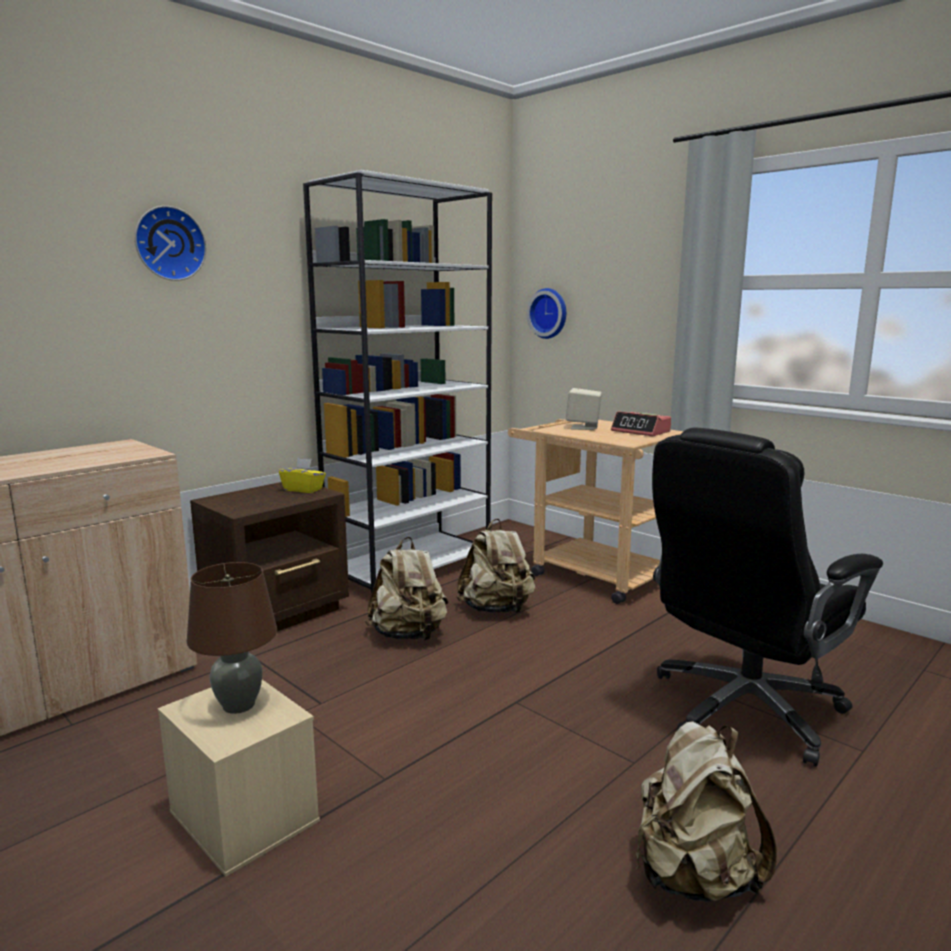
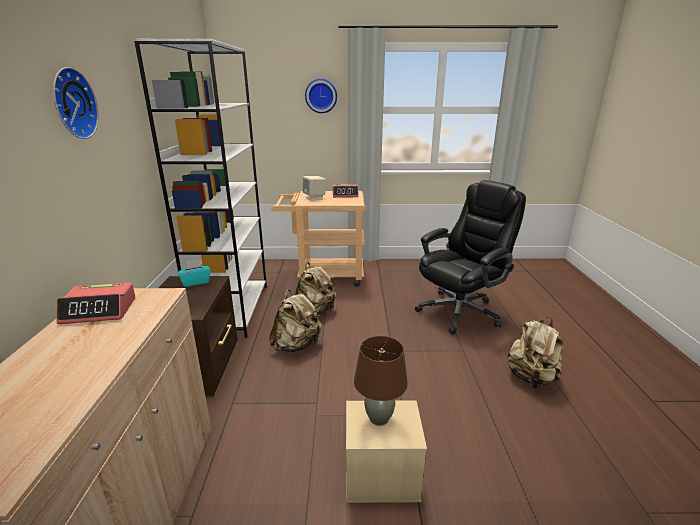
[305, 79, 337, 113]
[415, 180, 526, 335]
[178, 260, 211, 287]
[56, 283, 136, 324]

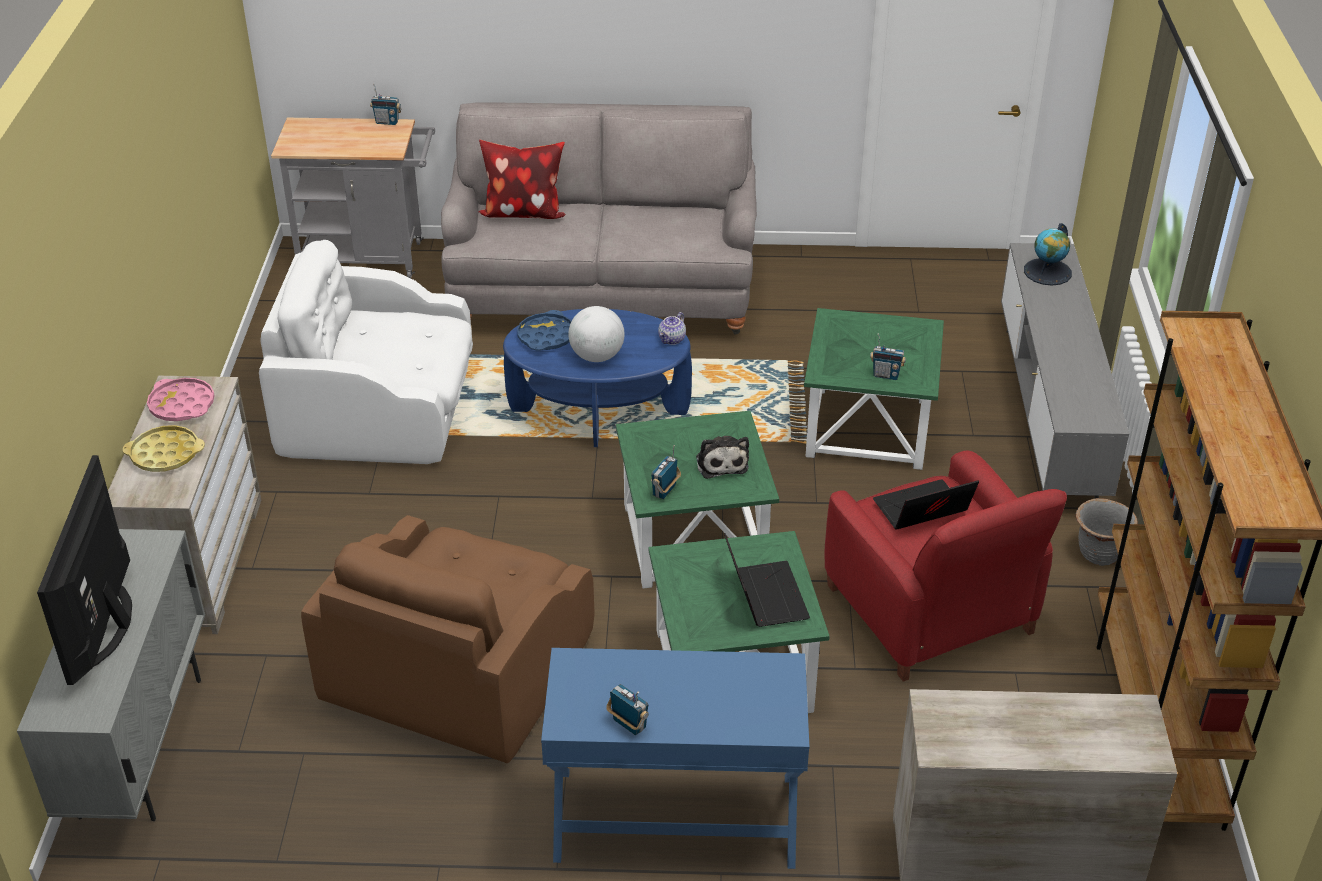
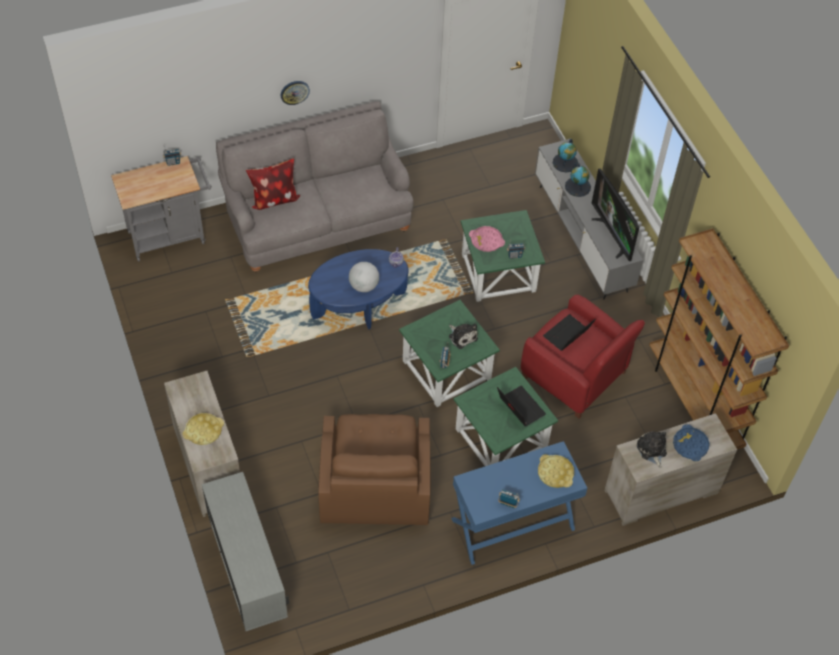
[259, 240, 473, 464] (first image)
[673, 424, 710, 461]
[469, 226, 505, 252]
[591, 168, 639, 261]
[1076, 498, 1138, 566] (first image)
[281, 81, 310, 105]
[565, 163, 591, 197]
[637, 432, 667, 468]
[538, 454, 574, 488]

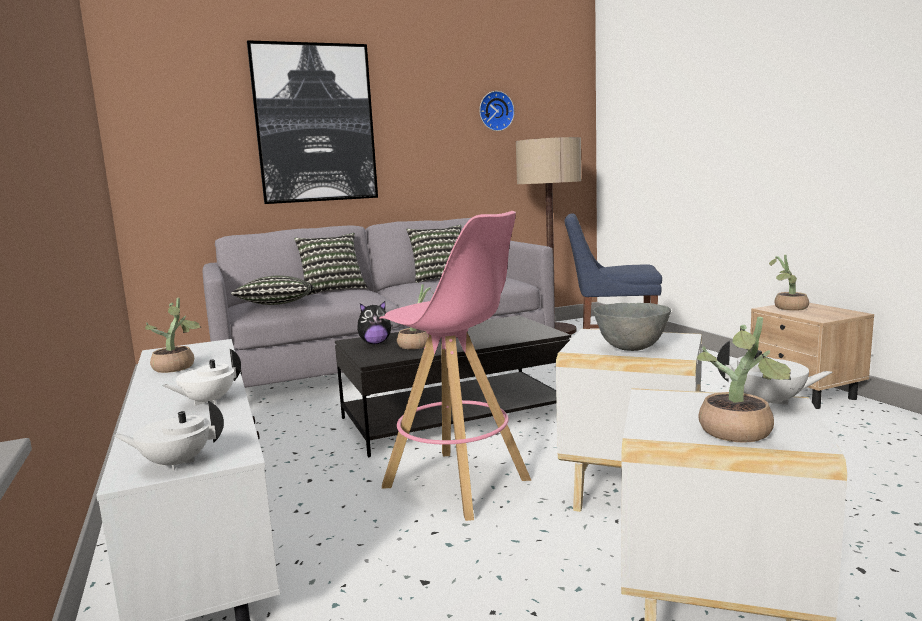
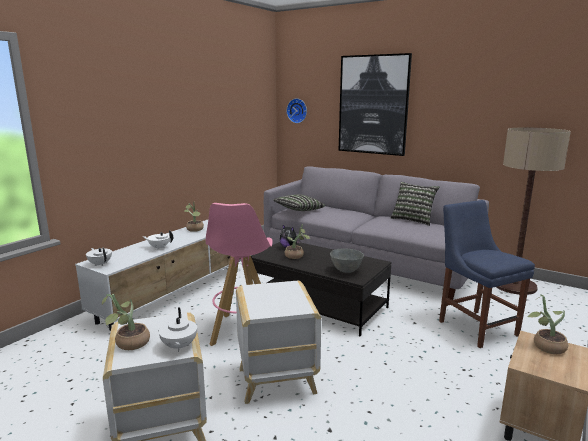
[287, 98, 307, 123]
[294, 233, 368, 296] (first image)
[330, 248, 364, 273]

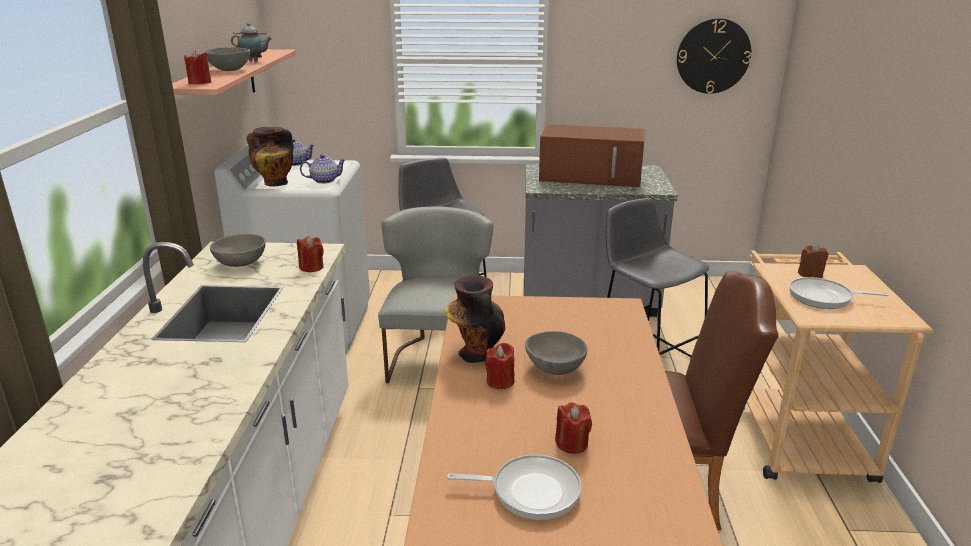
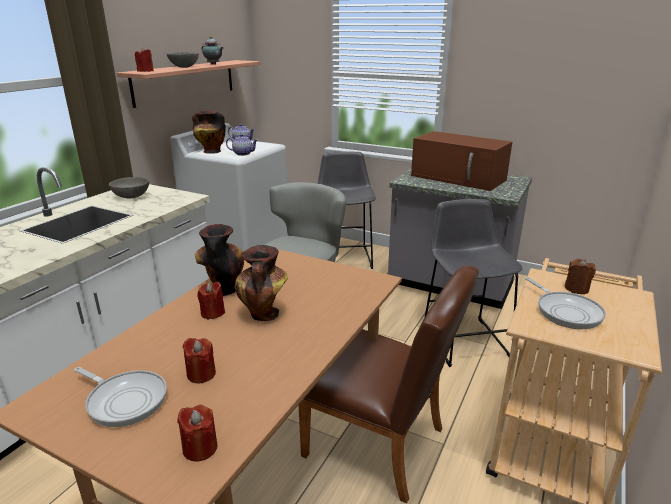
[677, 18, 751, 94] (first image)
[177, 405, 217, 461]
[525, 277, 606, 329]
[235, 245, 288, 321]

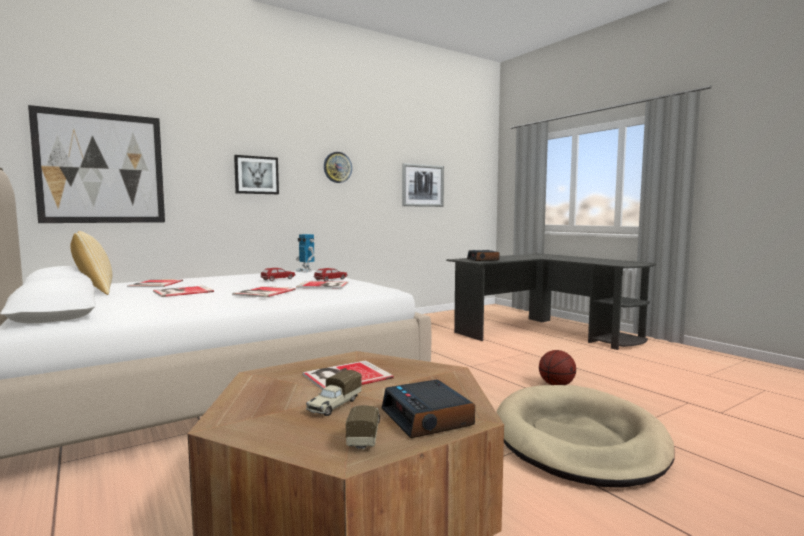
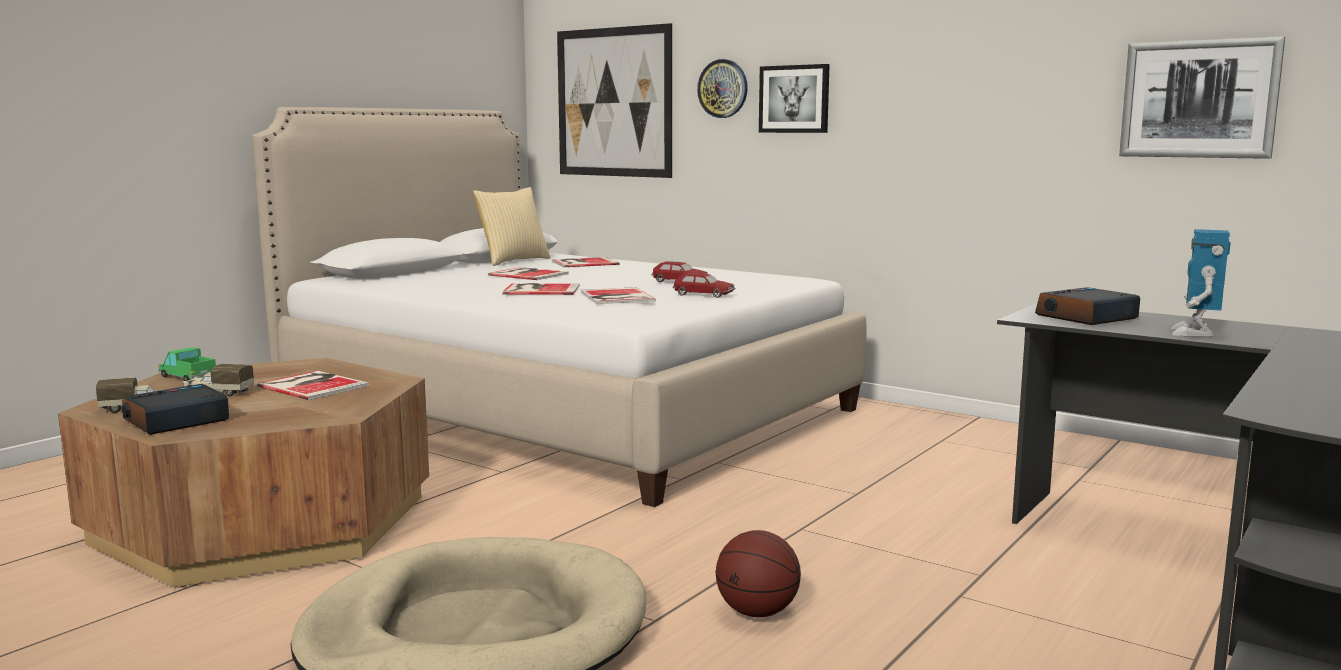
[697, 59, 748, 118]
[1171, 229, 1230, 336]
[158, 347, 216, 381]

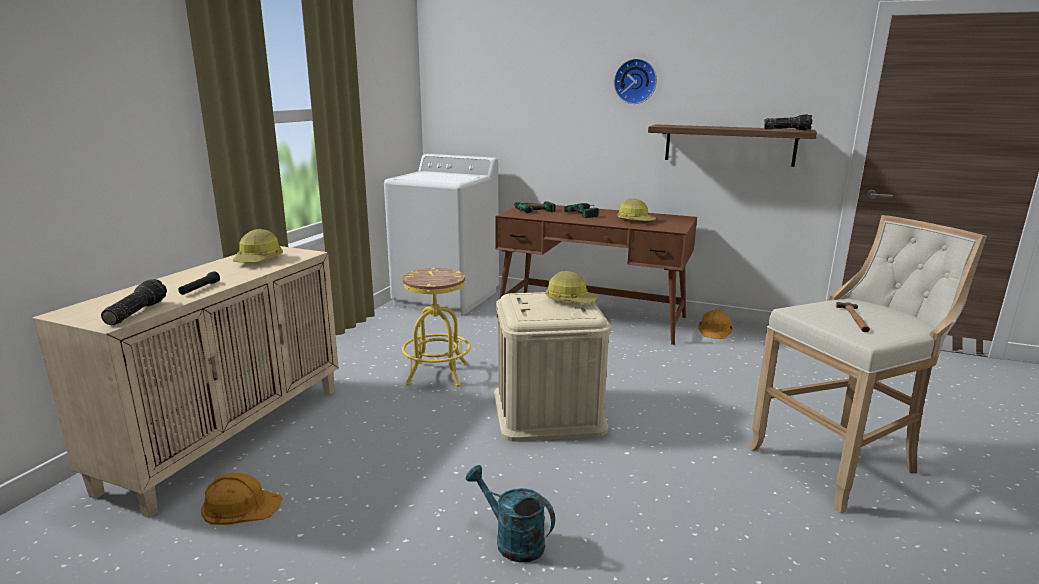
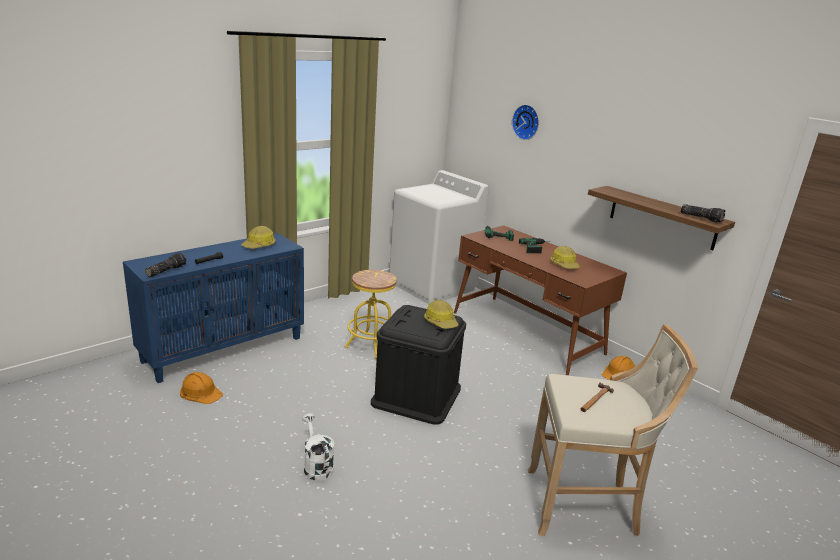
[512, 105, 539, 140]
[123, 233, 304, 383]
[371, 305, 466, 425]
[302, 414, 334, 481]

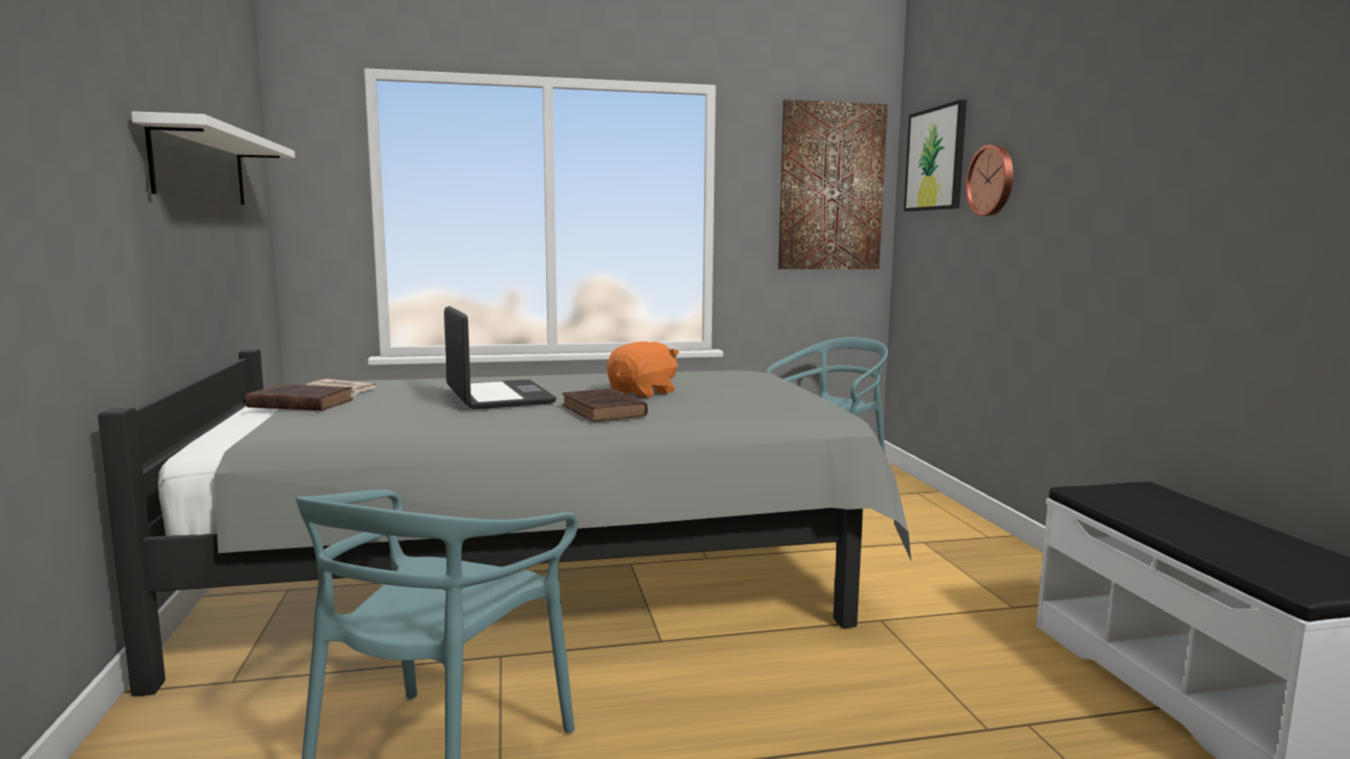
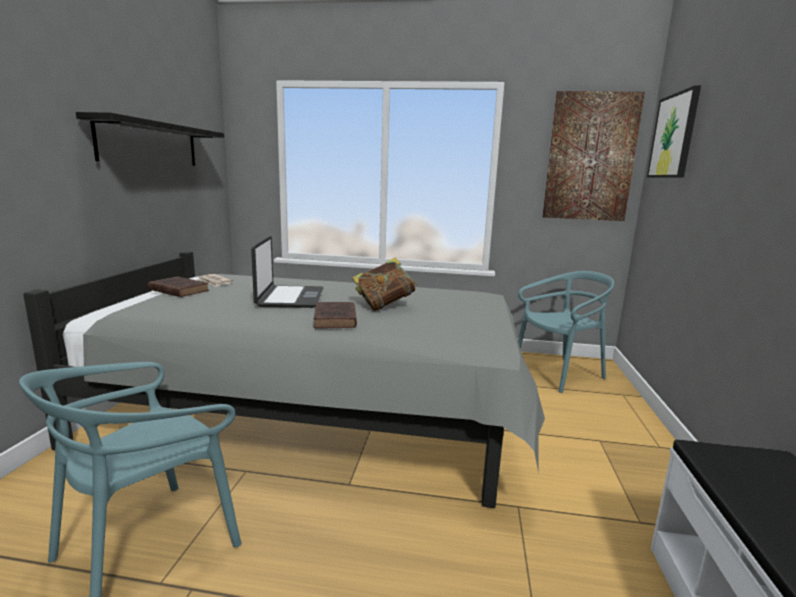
[76, 112, 224, 166]
[966, 145, 1013, 216] (first image)
[352, 257, 417, 311]

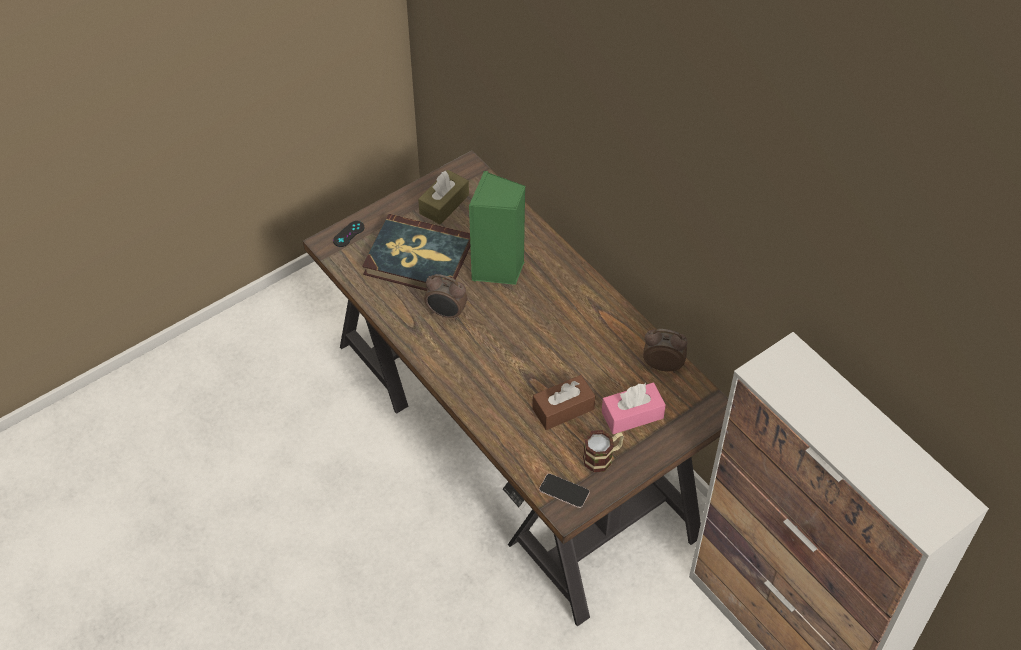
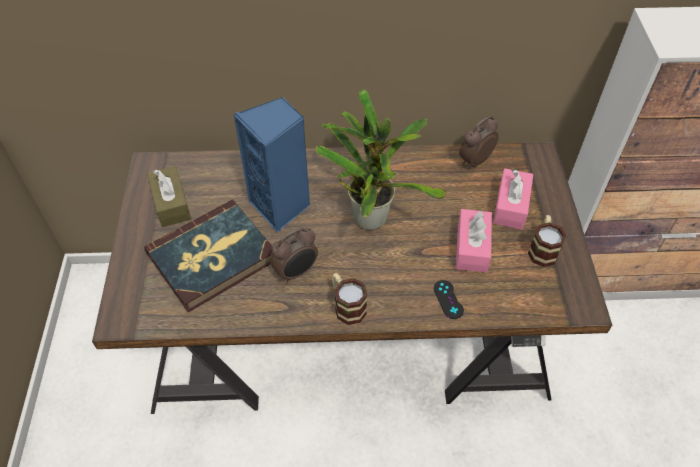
[234, 97, 310, 232]
[434, 280, 464, 319]
[456, 209, 492, 272]
[539, 473, 590, 508] (first image)
[315, 89, 447, 230]
[332, 273, 368, 325]

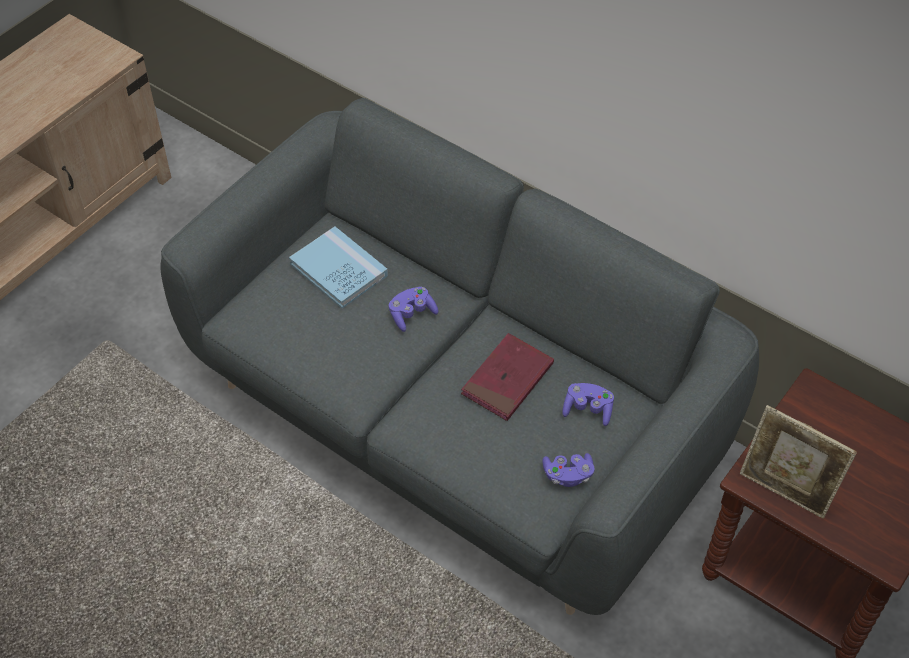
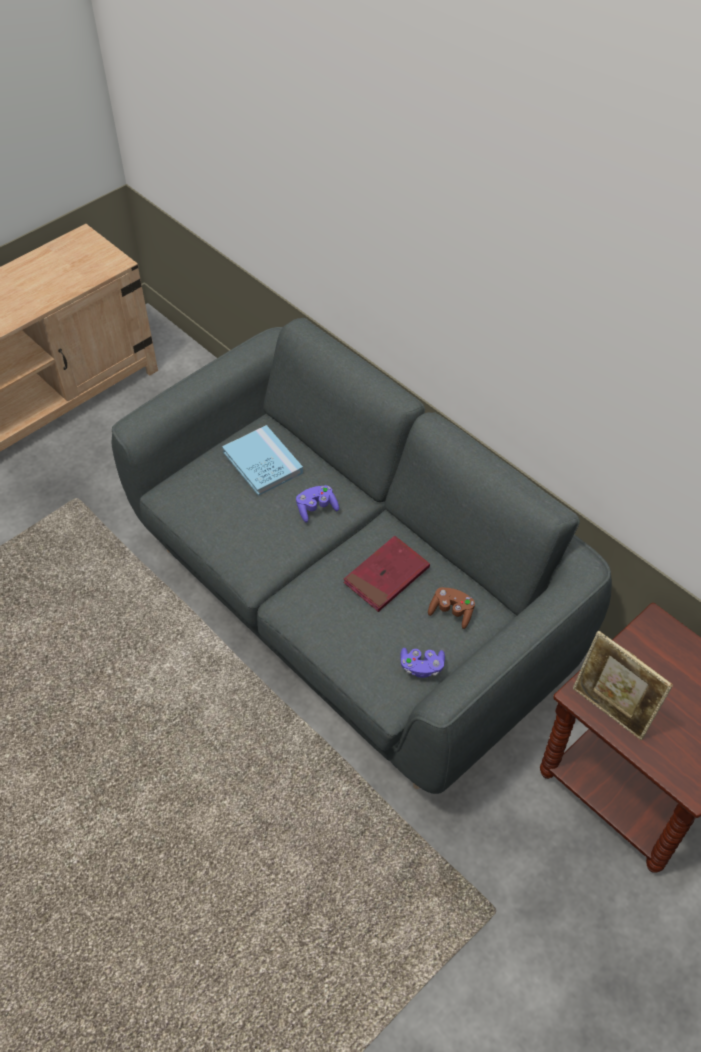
[428, 587, 475, 629]

